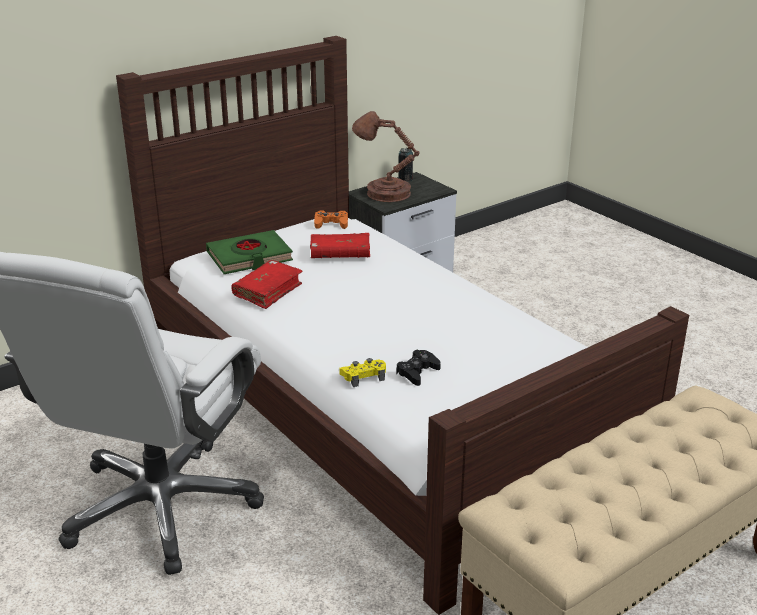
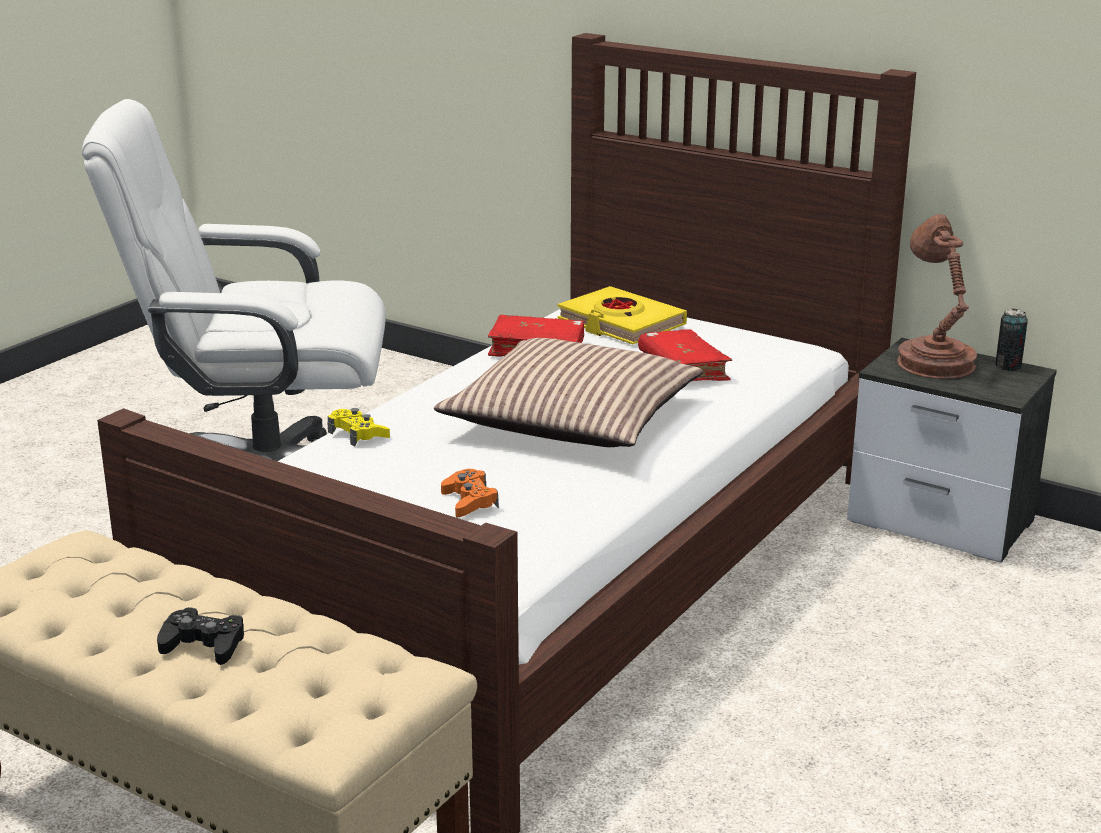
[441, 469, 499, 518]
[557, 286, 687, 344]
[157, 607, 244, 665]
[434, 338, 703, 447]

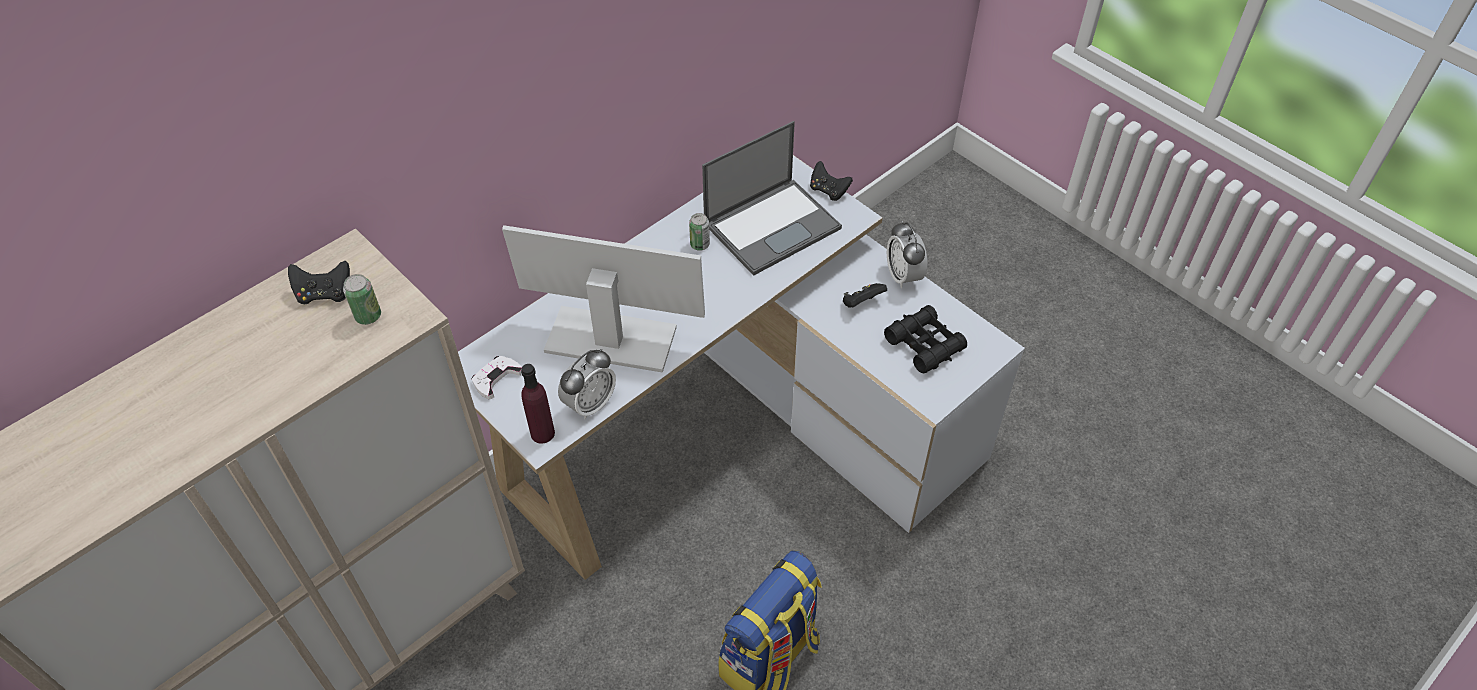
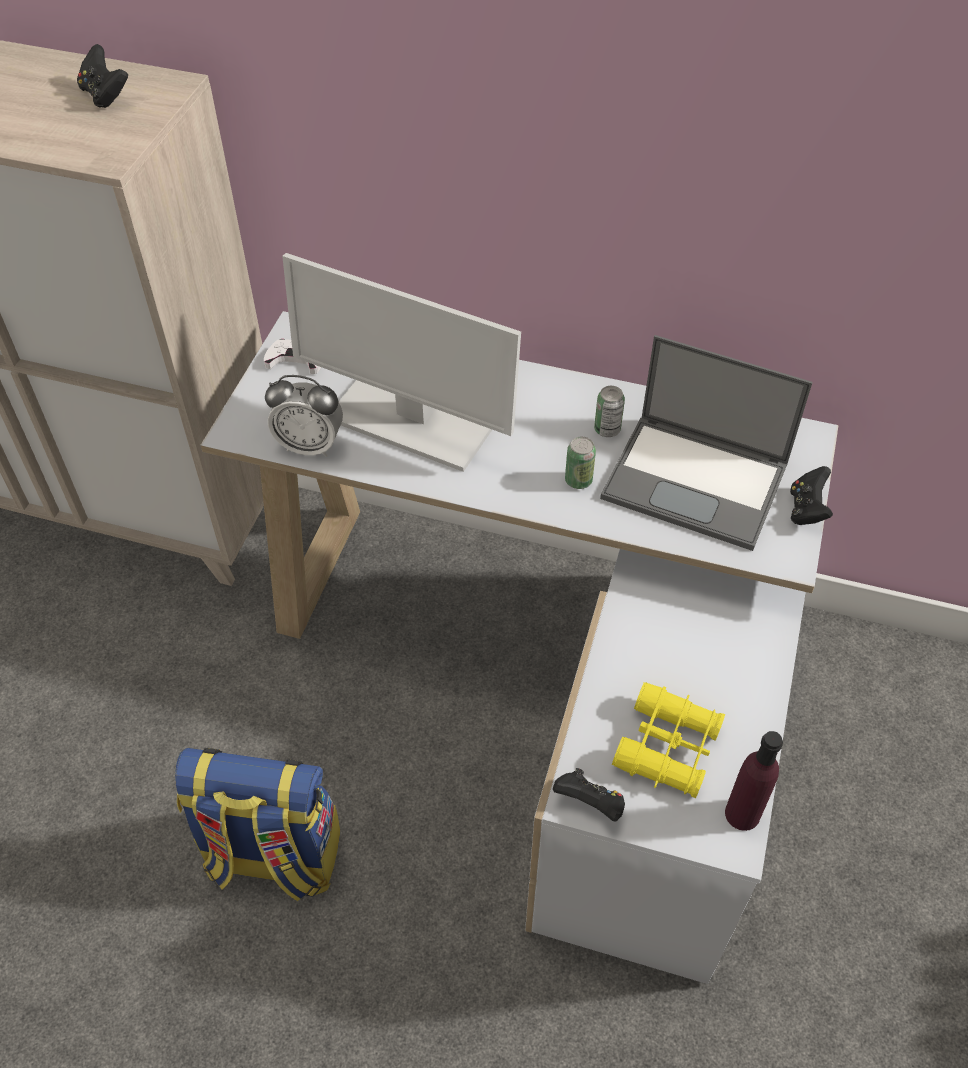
[887, 221, 927, 288] (first image)
[282, 253, 521, 472]
[565, 437, 596, 489]
[553, 768, 625, 822]
[612, 682, 725, 798]
[725, 731, 783, 831]

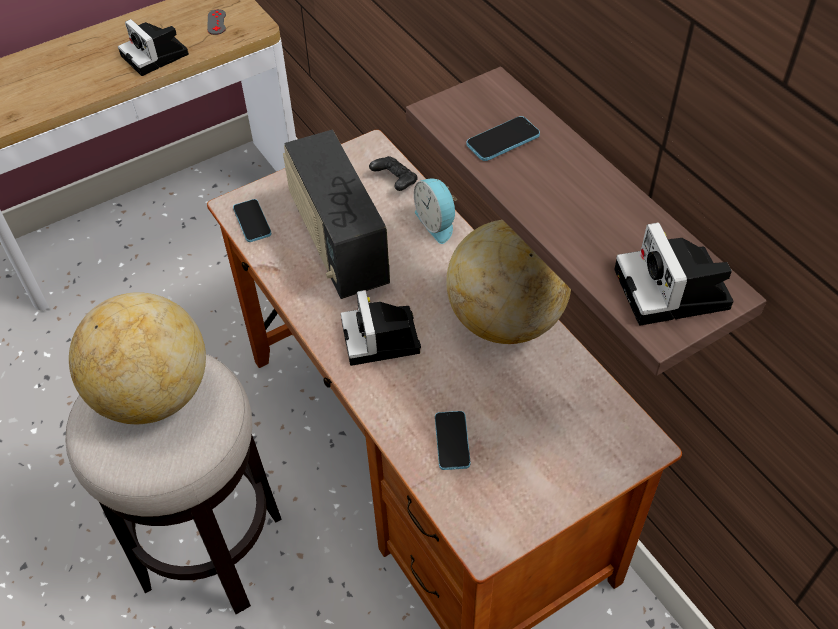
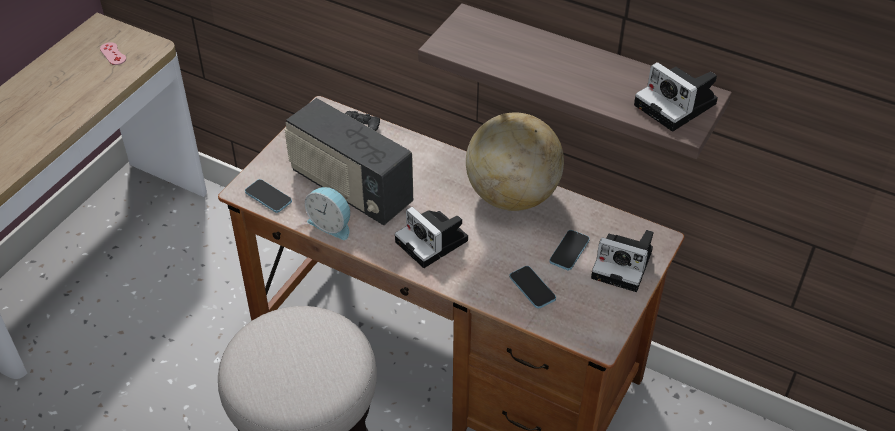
[100, 42, 126, 65]
[591, 230, 654, 292]
[549, 230, 590, 270]
[305, 187, 350, 240]
[69, 292, 206, 424] (first image)

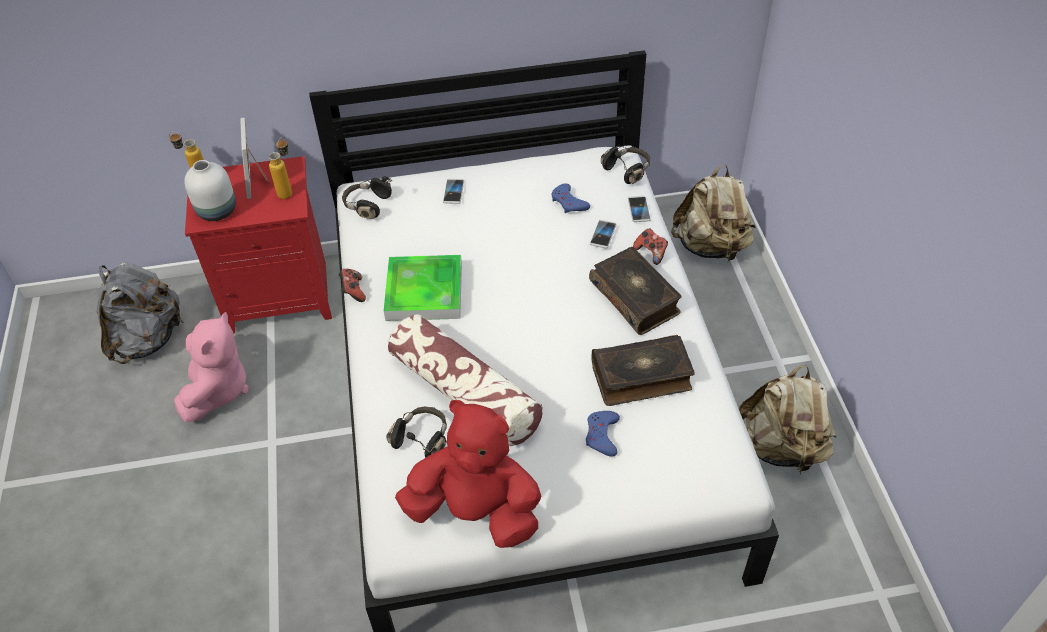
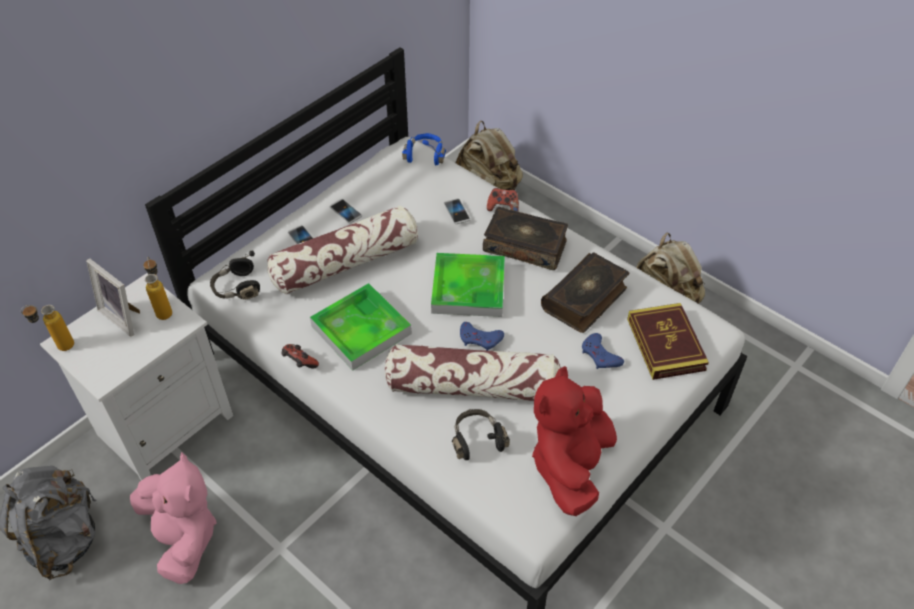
[402, 133, 446, 165]
[40, 273, 233, 480]
[184, 160, 236, 221] (first image)
[460, 322, 504, 351]
[329, 199, 362, 224]
[532, 366, 617, 516]
[267, 206, 418, 295]
[431, 253, 505, 317]
[627, 303, 709, 380]

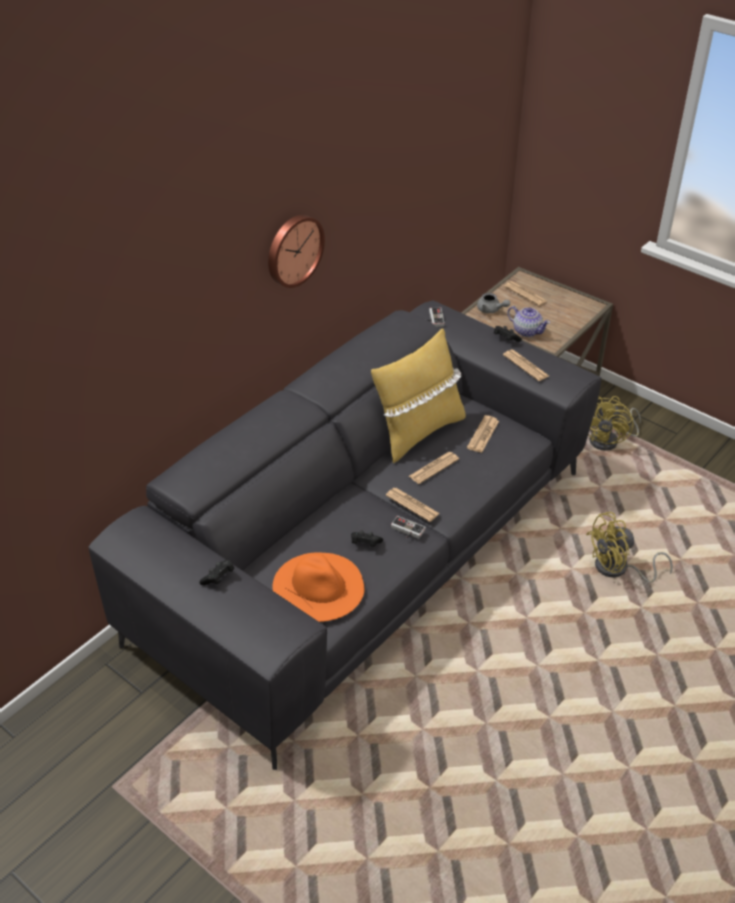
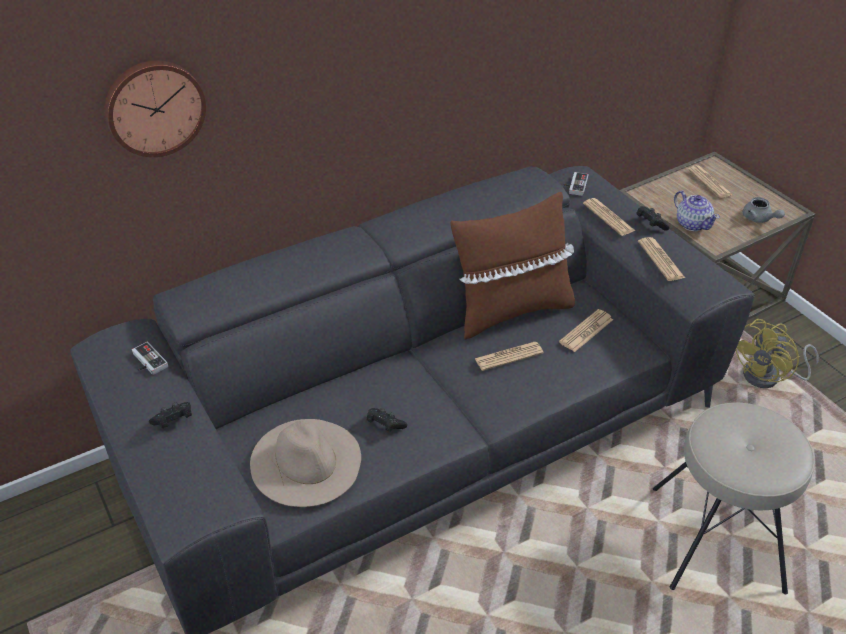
[104, 60, 206, 157]
[743, 197, 785, 223]
[450, 192, 575, 340]
[583, 198, 635, 236]
[653, 402, 815, 594]
[132, 342, 168, 375]
[250, 419, 361, 507]

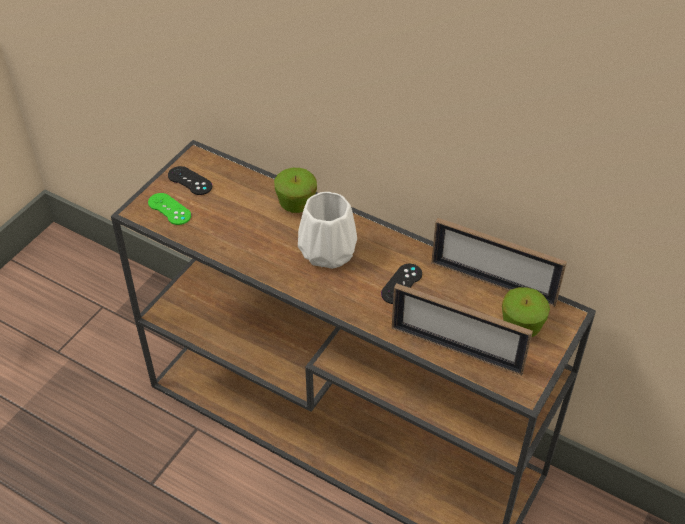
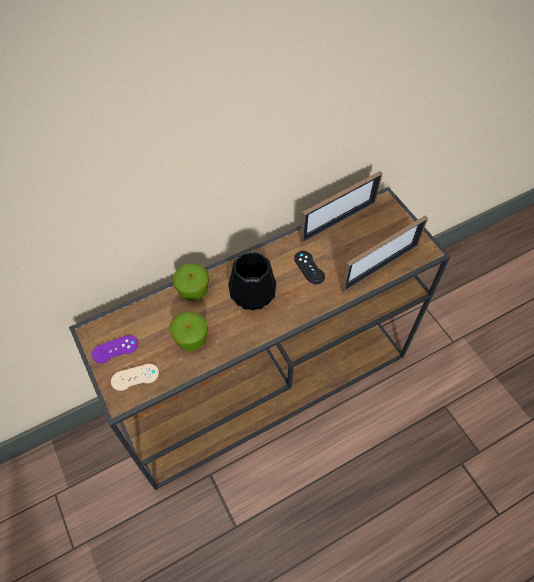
[92, 335, 138, 363]
[228, 252, 276, 310]
[111, 364, 159, 391]
[169, 311, 208, 351]

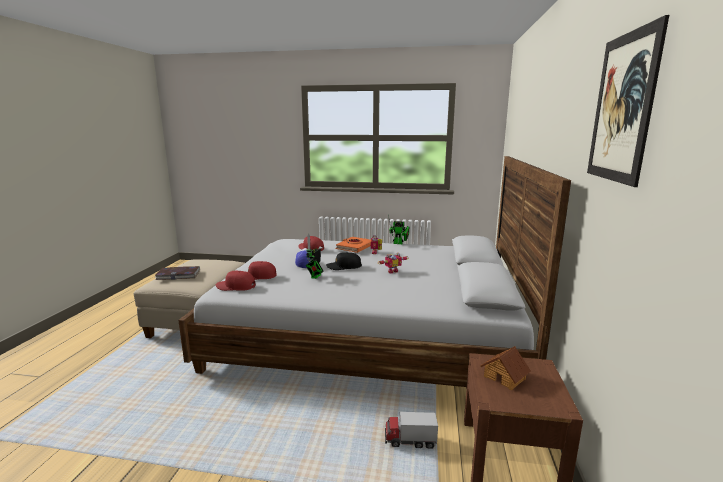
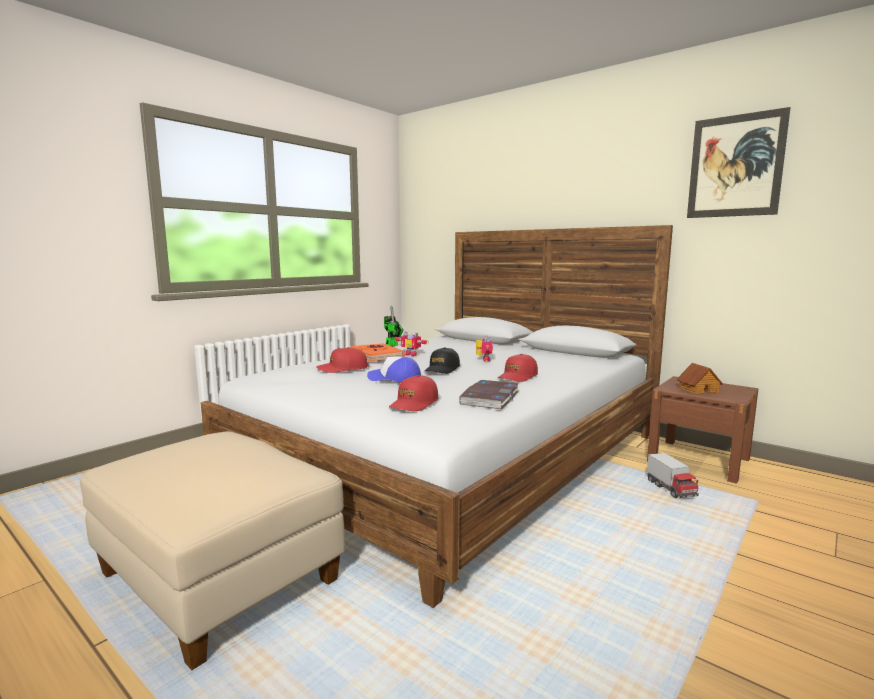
[306, 234, 323, 279] (first image)
[459, 380, 520, 409]
[498, 354, 538, 382]
[647, 453, 699, 498]

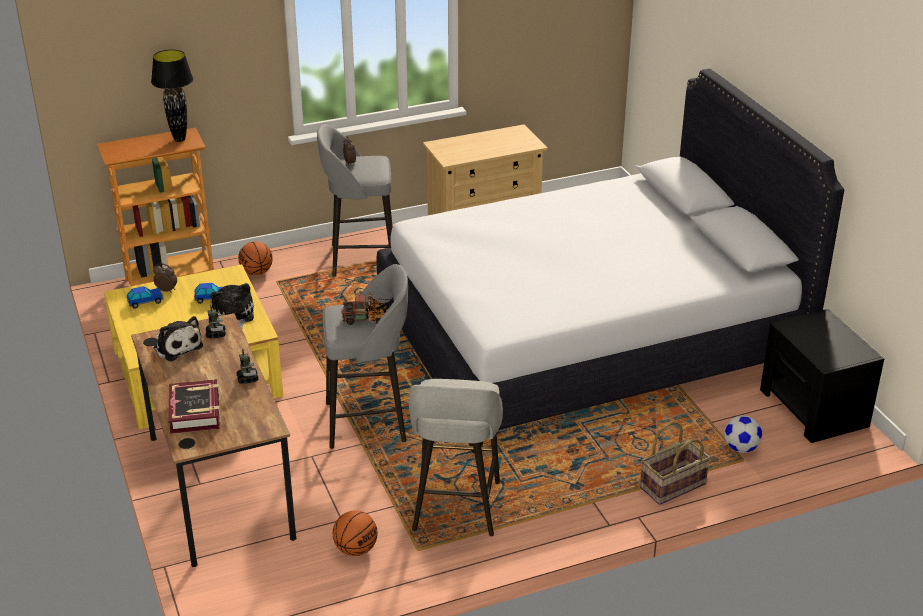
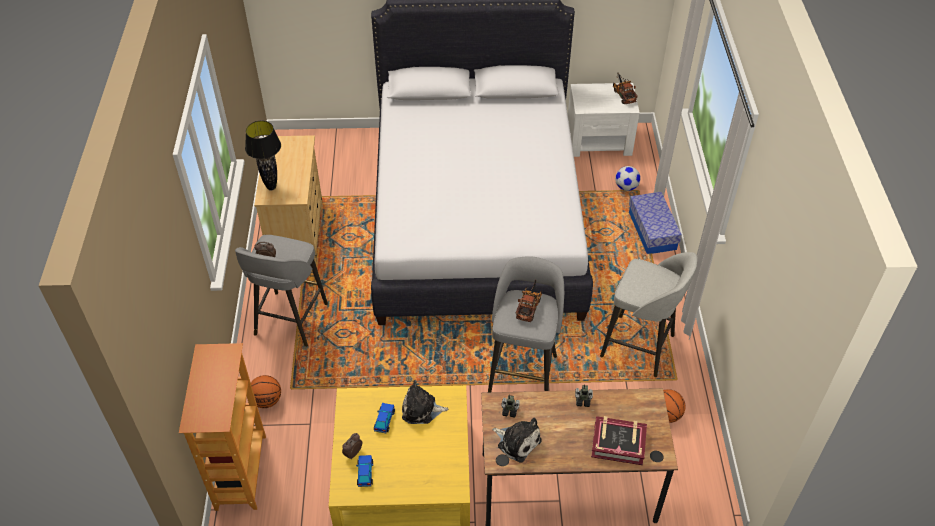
[245, 121, 281, 190]
[568, 83, 640, 157]
[492, 418, 542, 463]
[629, 192, 682, 254]
[613, 73, 638, 104]

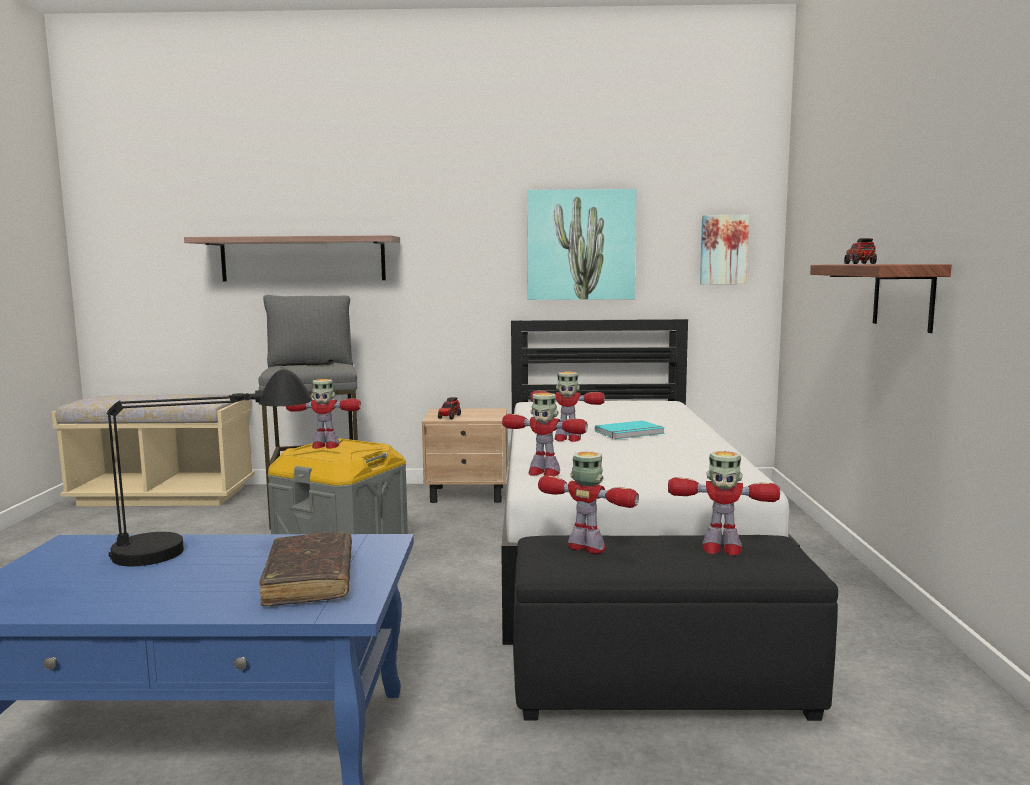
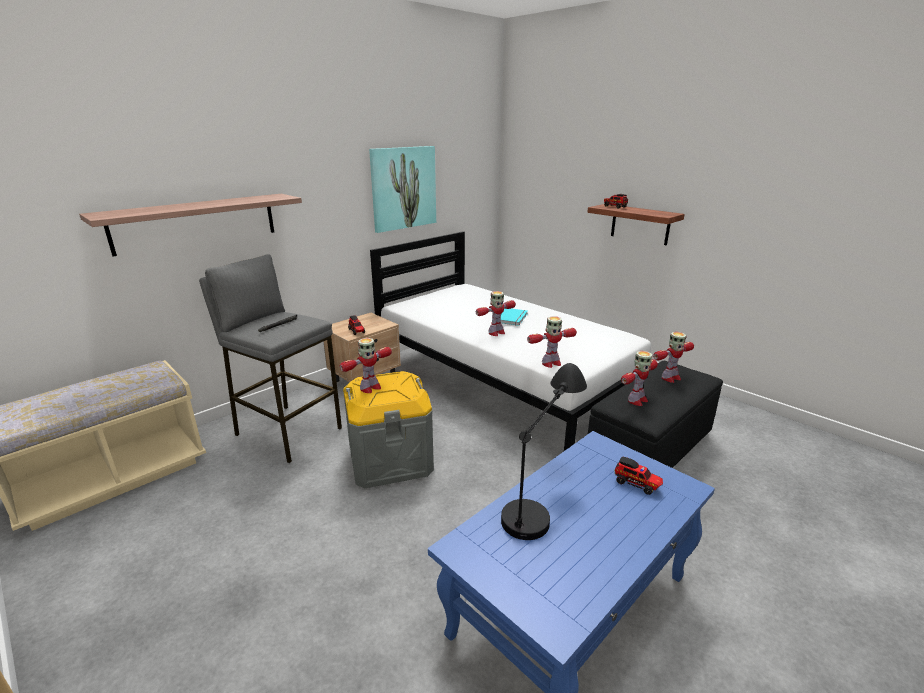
[700, 215, 749, 284] (first image)
[621, 351, 658, 406]
[614, 457, 663, 495]

